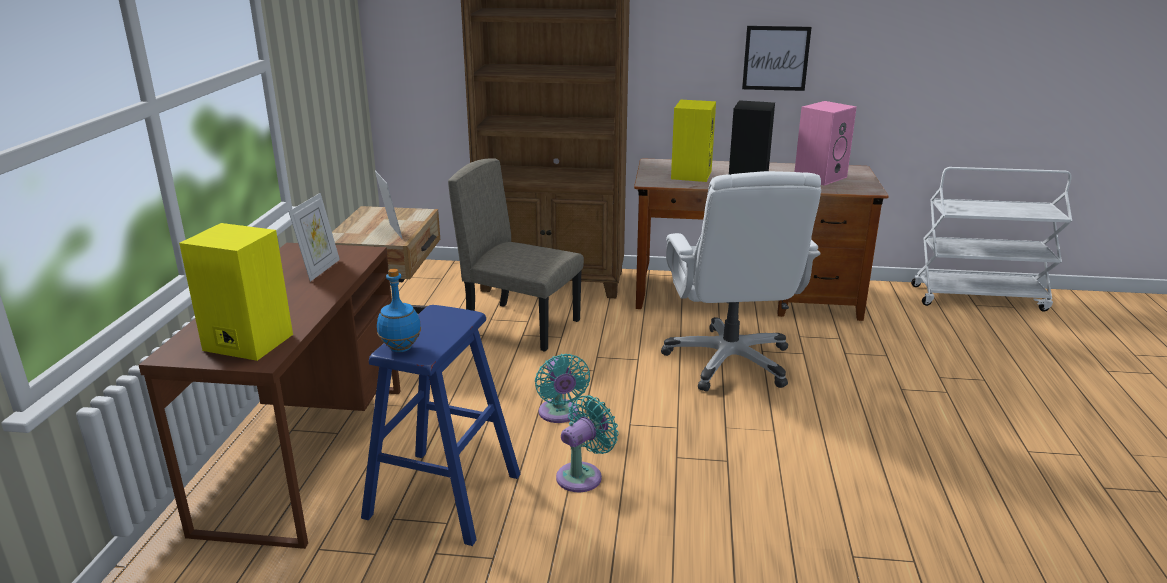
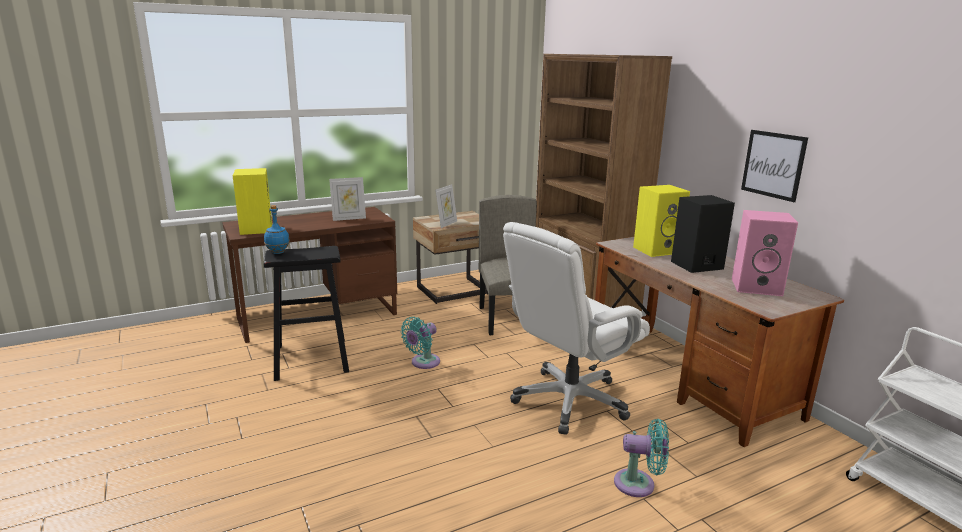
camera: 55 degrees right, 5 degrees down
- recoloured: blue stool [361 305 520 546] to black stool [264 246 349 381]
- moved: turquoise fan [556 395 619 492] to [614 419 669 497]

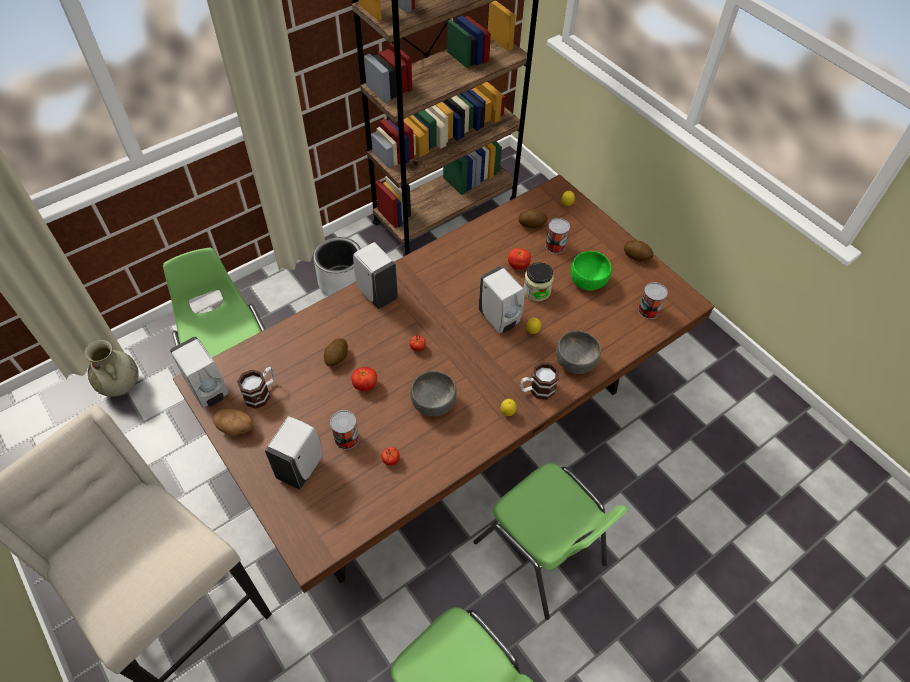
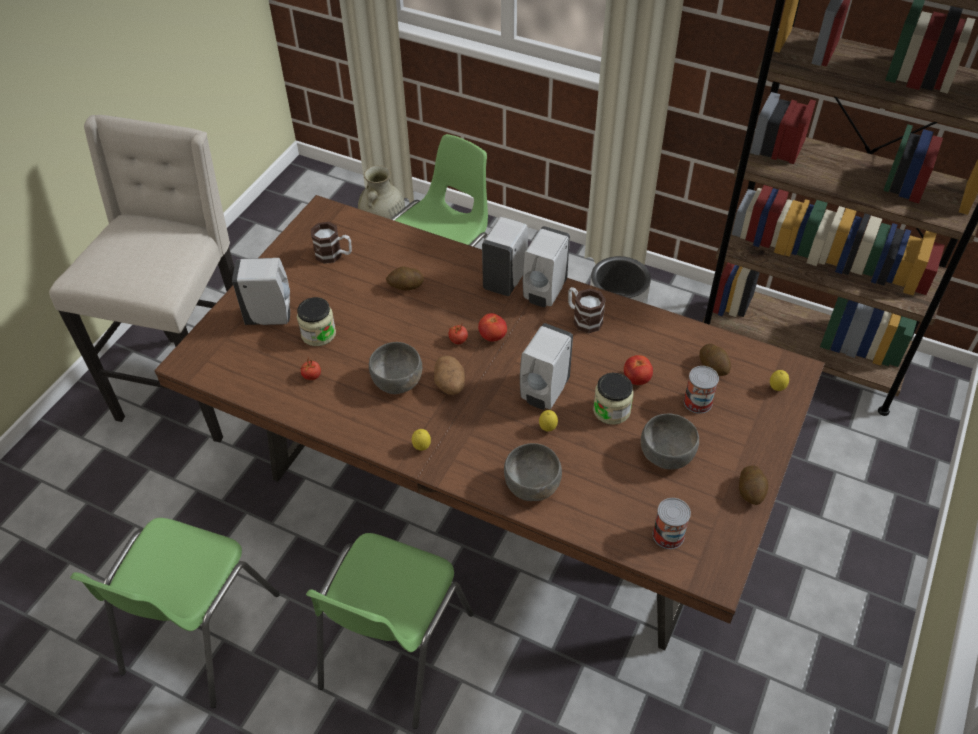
camera: 65 degrees right, 5 degrees down
- replaced: can [330 410 359 450] to jar [297 297 336 346]
- moved: potato [213 408 254 436] to [434 356 465 395]
- moved: tomato [351 367 377 391] to [478 313 507 341]
- moved: white soap dispenser [170 336 228 408] to [523 226 570 307]
- moved: mug [520 362 559 400] to [568 287 606 333]
- recoloured: green bowl [570 251 612 291] to grey bowl [641 413 699 469]

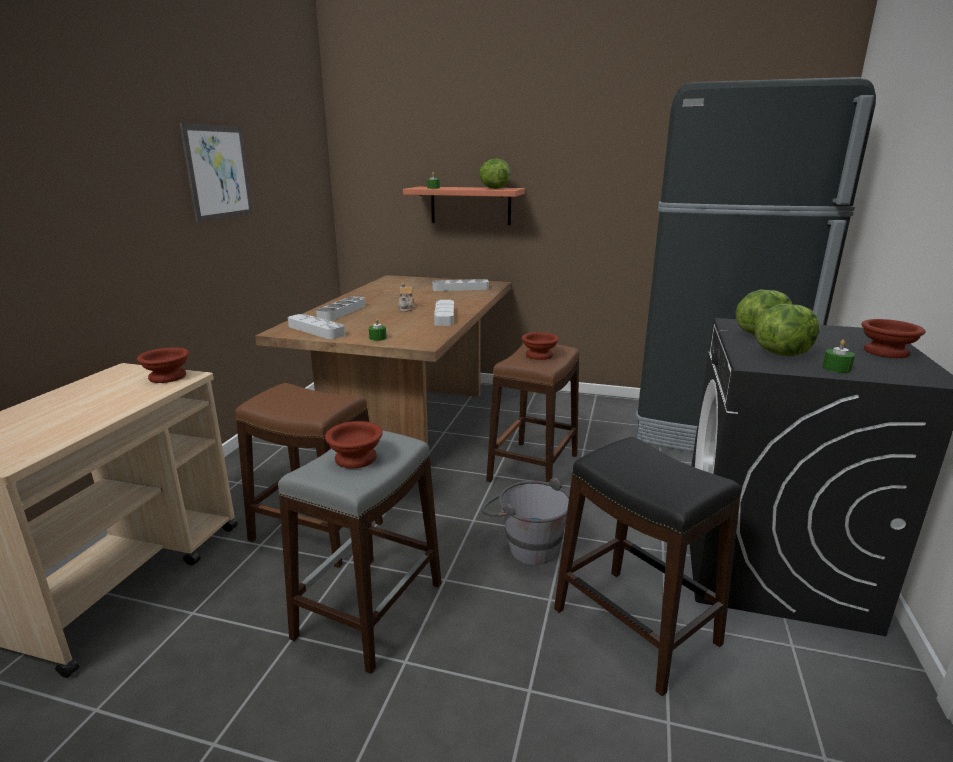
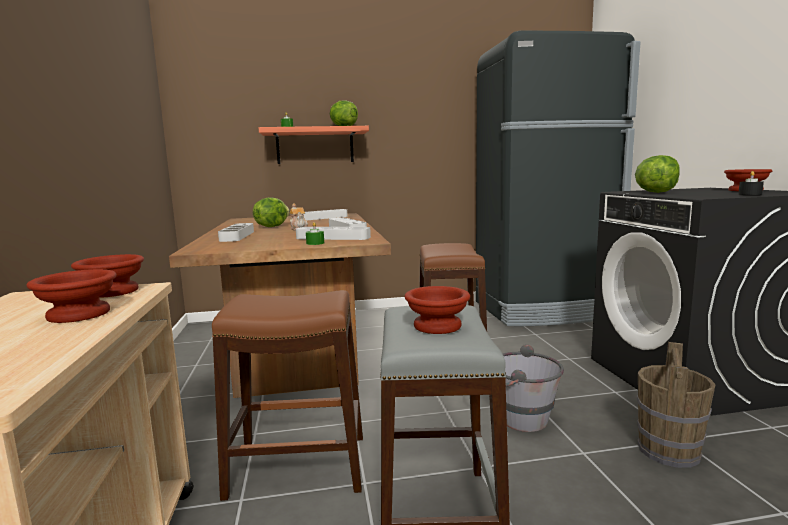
camera: 25 degrees left, 10 degrees down
- moved: brown bowl [522 332 559 360] to [26 269 117 323]
- moved: lettuce [755 304 820 357] to [253 197 290 227]
- moved: grey tray [288 314 345 339] to [296 227 371 240]
- replaced: black stool [554 437 742 696] to brown bucket [637 342 716 468]
- recoloured: green candle [822 340 855 373] to black candle [738 171 764 195]
- removed: picture [180 123 253 222]

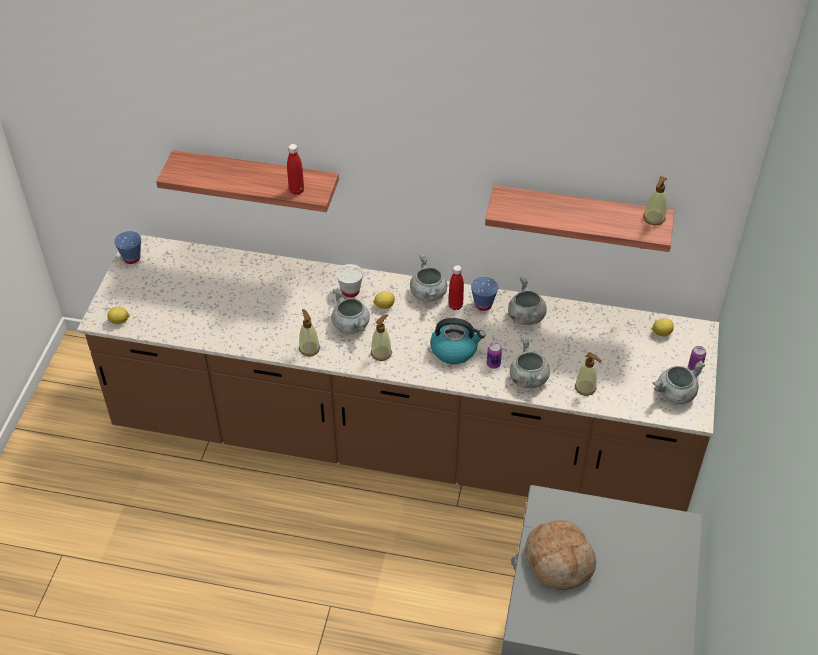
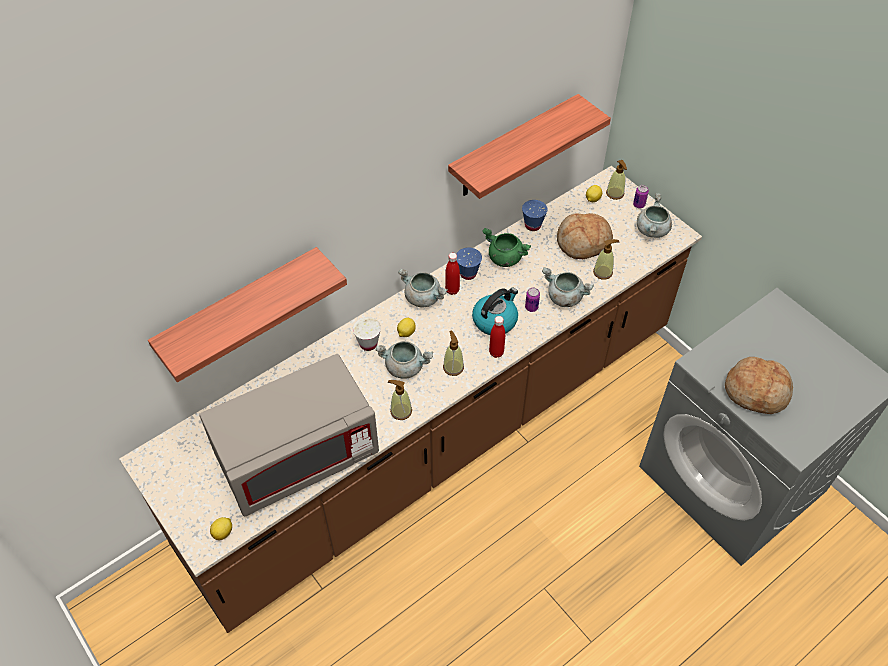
camera: 50 degrees left, 5 degrees up
- added: grey microwave [199 354 379 517]
- recoloured: grey cooking pot [508 277 547 325] to green cooking pot [482 228 531 267]
- moved: red bottle [287 144 304 195] to [489 316 505 358]
- moved: blue cup [114 231 141 264] to [522 200 548 231]
- added: bread [557 213 613 259]
- moved: soap dispenser [643 176 667 225] to [606 160 627 200]

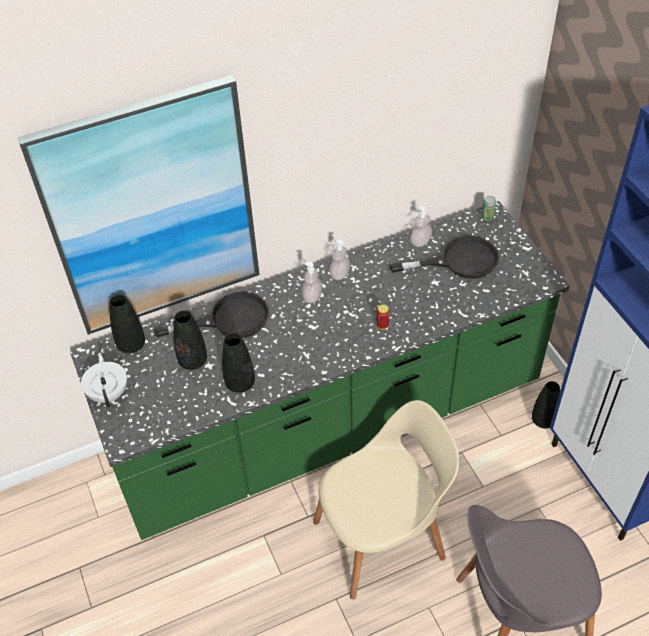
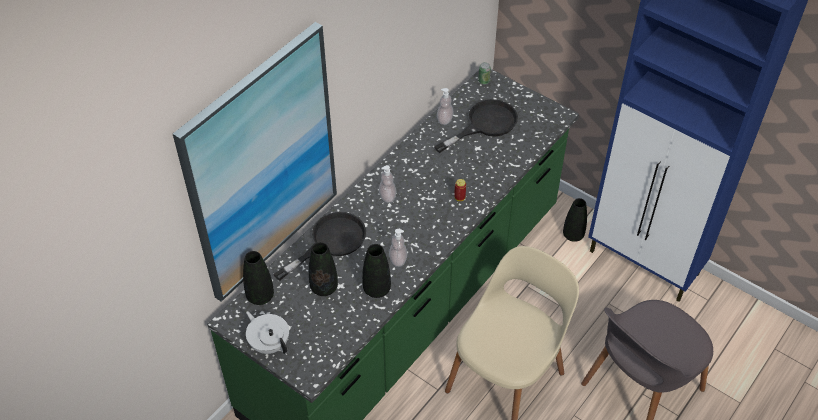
camera: 30 degrees left, 0 degrees up
- moved: soap dispenser [329 239 350 280] to [389 229 407 267]

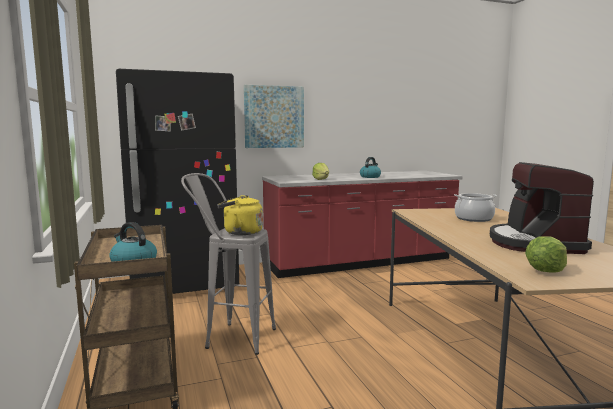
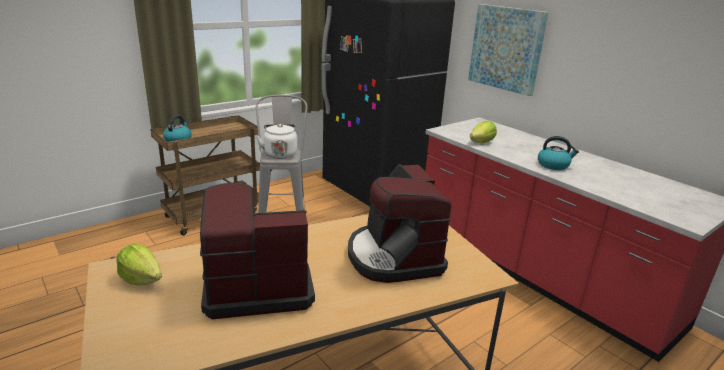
camera: 70 degrees right, 15 degrees up
- recoloured: yellow kettle [217 195 263 235] to white kettle [256 124 297 159]
- replaced: cooking pot [454 193 497 222] to coffee machine [348 164 451 283]

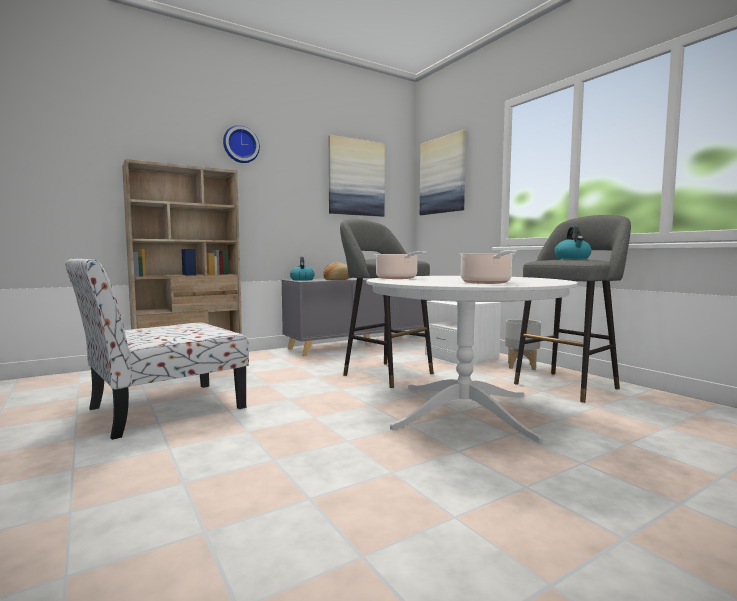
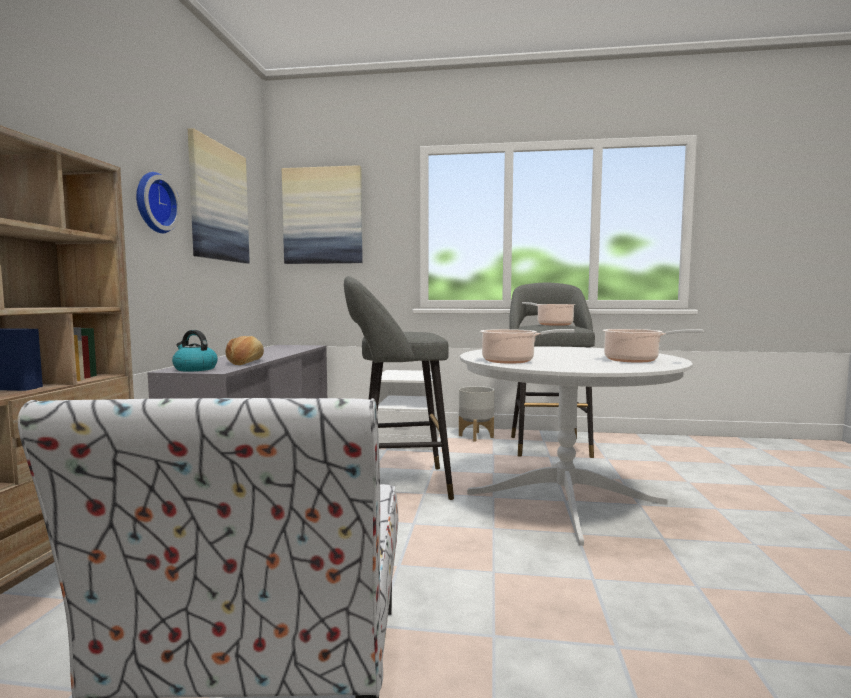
camera: 50 degrees left, 0 degrees up
- moved: wall clock [223 125 260 163] to [136 172 180 233]
- replaced: kettle [554 226 592 259] to cooking pot [522 302 576 326]

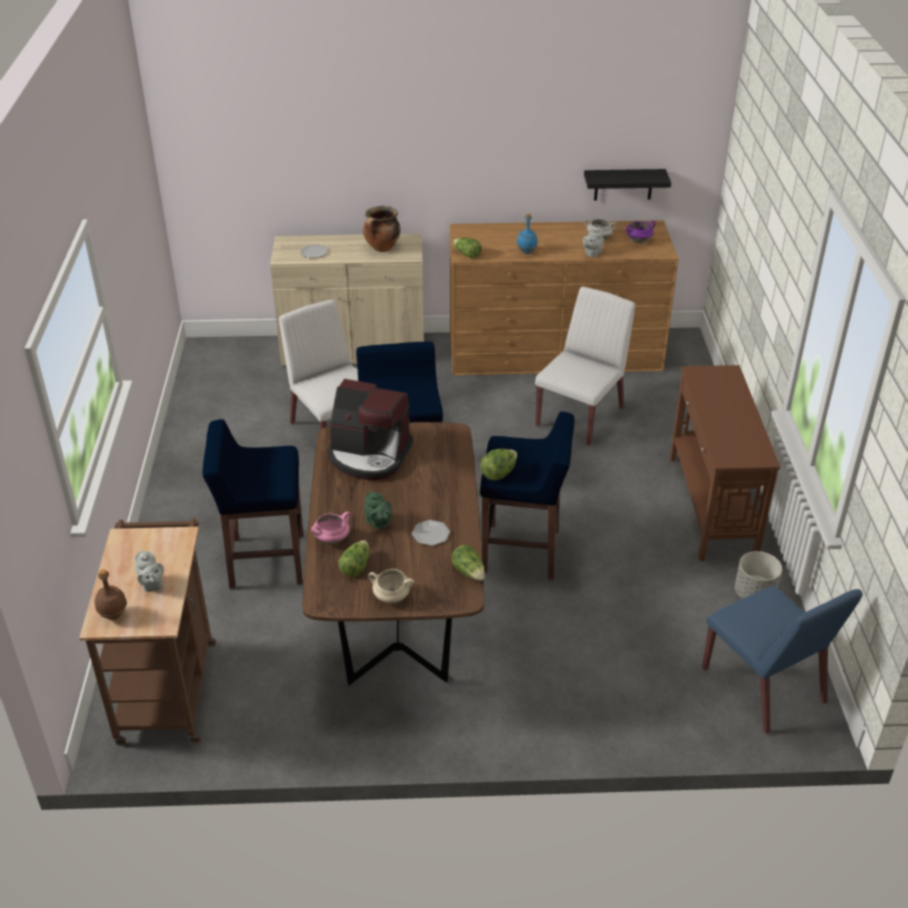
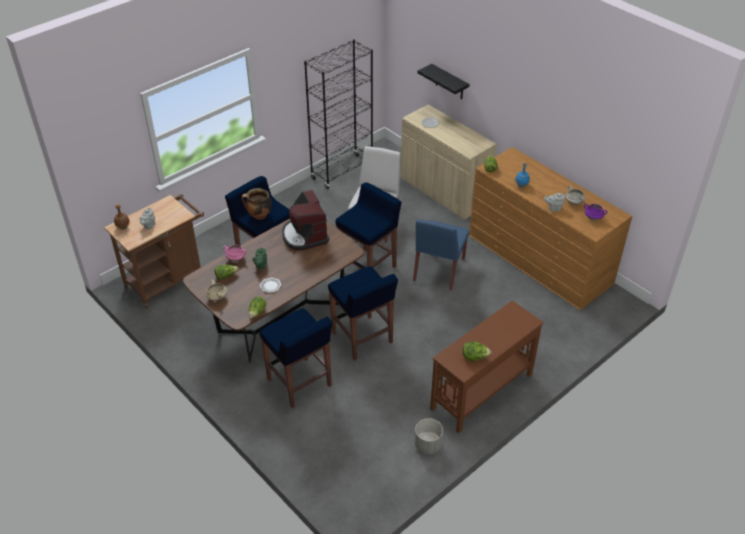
camera: 50 degrees right, 5 degrees up
- moved: cooking pot [363 206 400 252] to [242 188 272 220]
- added: blue stool [259 308 332 408]
- added: black bookcase [304 39 373 189]
- moved: blue chair [702 586 863 734] to [413 219 469 290]
- moved: black shelf [584 169 671 201] to [418 64 469 99]
- moved: lettuce [480 449 517 480] to [462 341 492 361]
- removed: white chair [535 287 635 446]

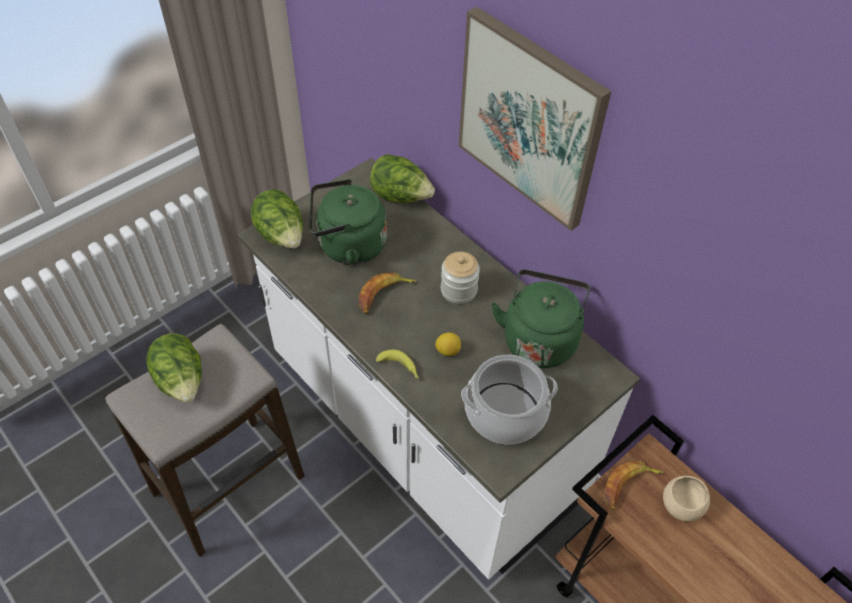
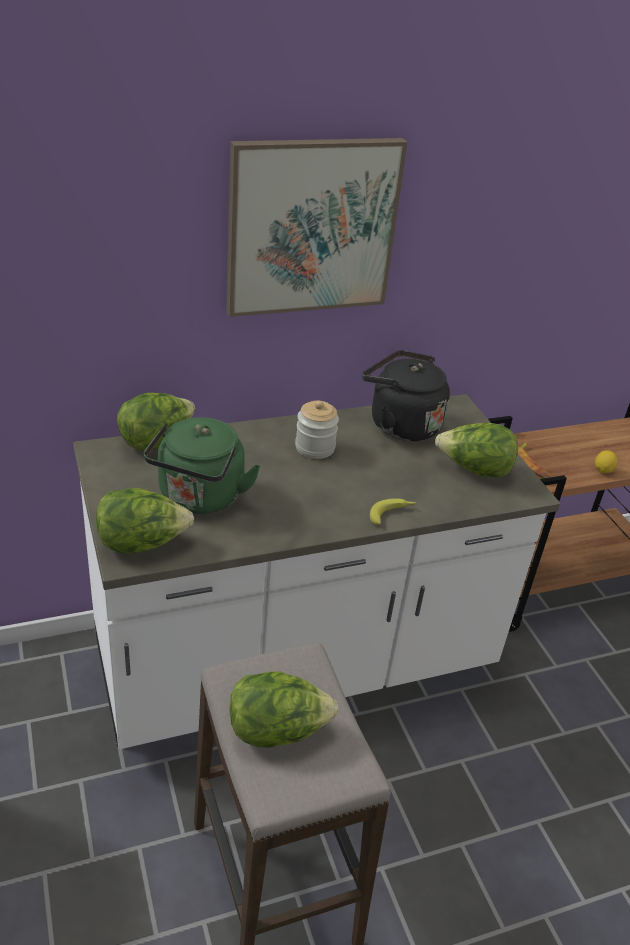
camera: 70 degrees left, 15 degrees down
- recoloured: green kettle [491 270 590 368] to black kettle [362 350 450 441]
- replaced: cooking pot [461 355 558 445] to lettuce [435 423 518 478]
- moved: lemon [435 332 461 356] to [595 450 618 473]
- removed: banana [359 273 417 314]
- removed: beige bowl [663 476 710 522]

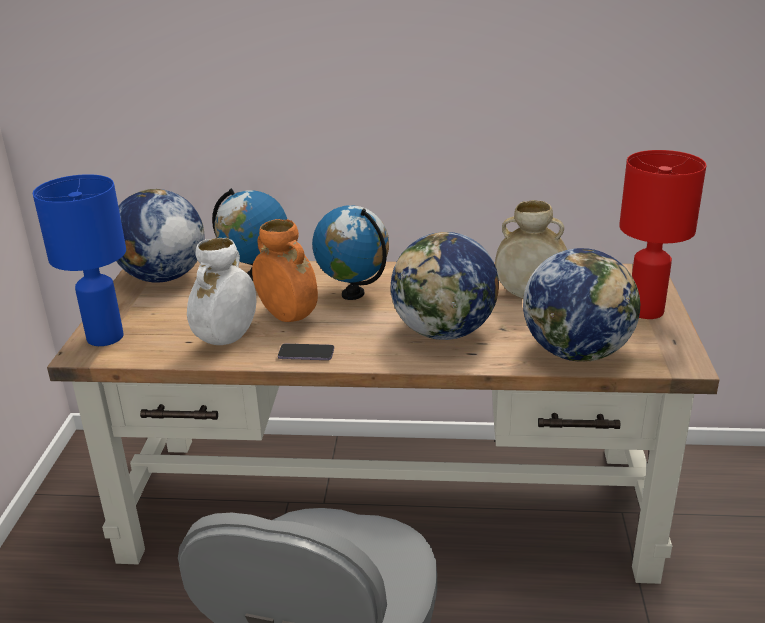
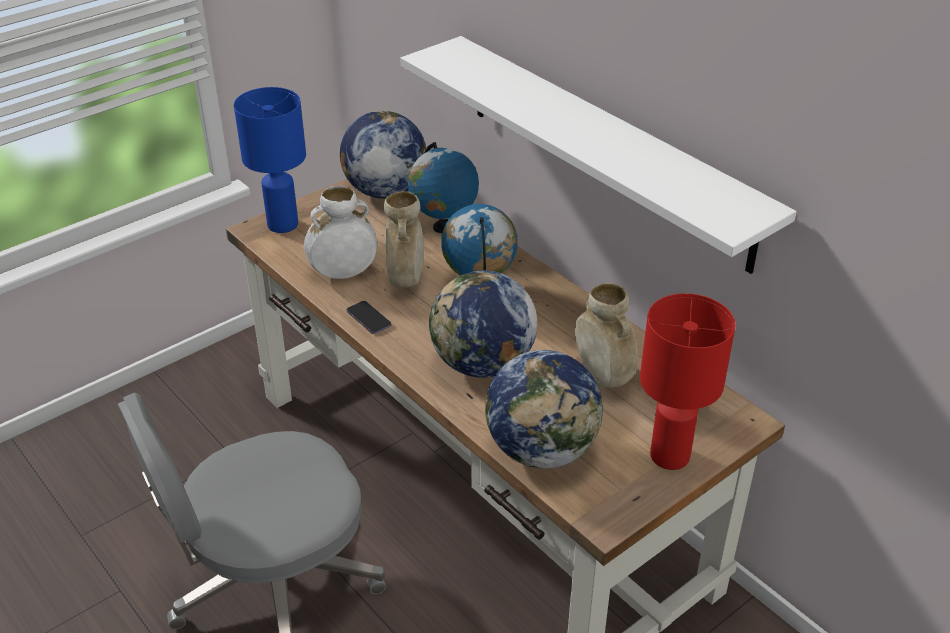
camera: 45 degrees right, 10 degrees up
- recoloured: orange vase [252 219 318 322] to beige vase [384 191 424 288]
- added: white shelf [400 36 797 274]

